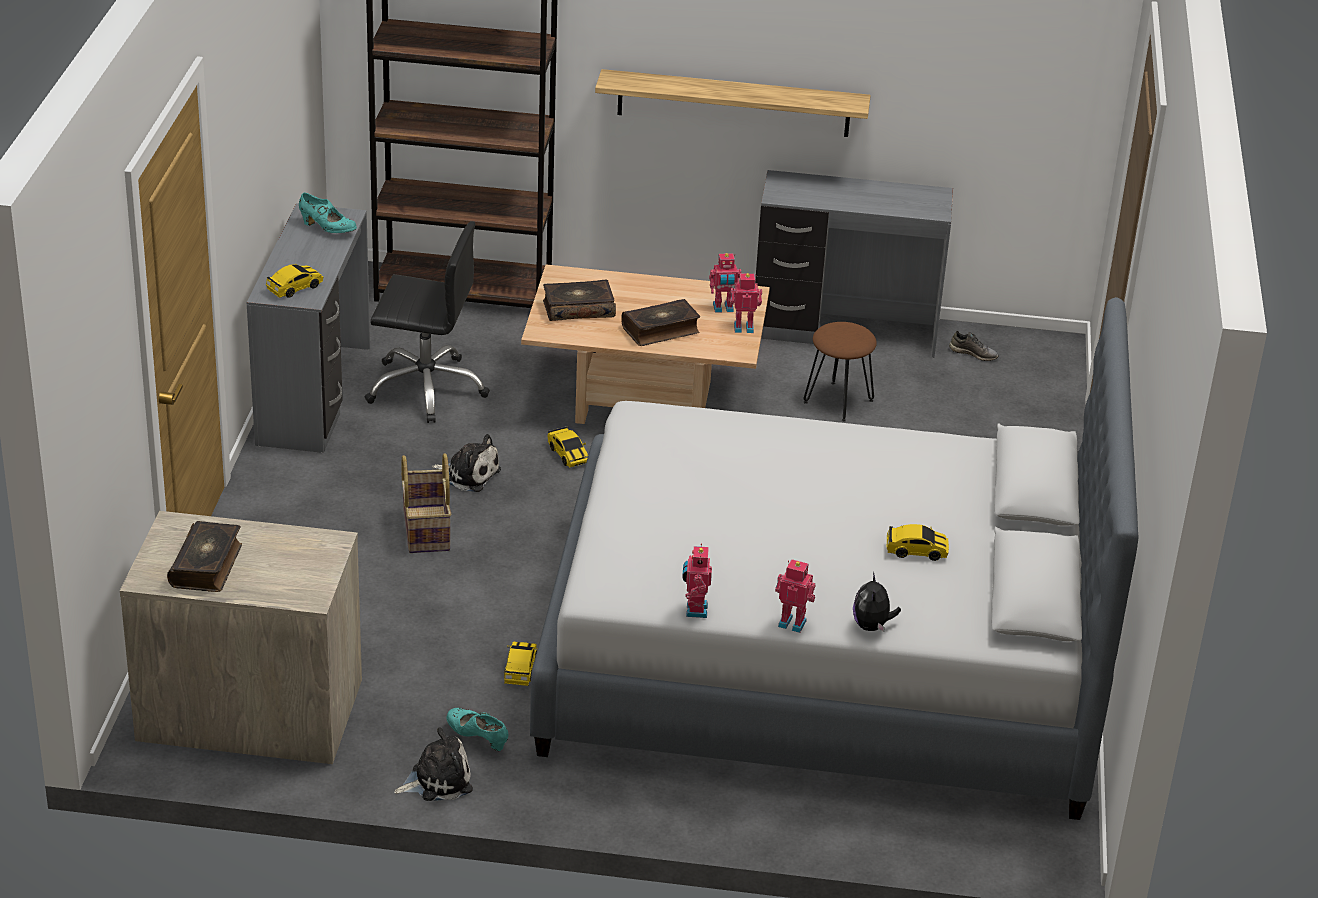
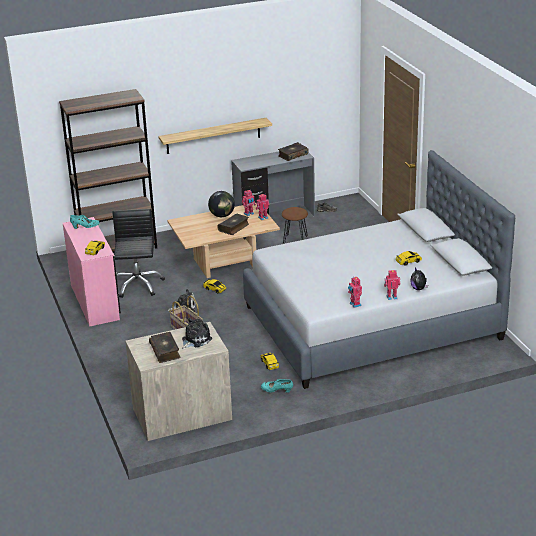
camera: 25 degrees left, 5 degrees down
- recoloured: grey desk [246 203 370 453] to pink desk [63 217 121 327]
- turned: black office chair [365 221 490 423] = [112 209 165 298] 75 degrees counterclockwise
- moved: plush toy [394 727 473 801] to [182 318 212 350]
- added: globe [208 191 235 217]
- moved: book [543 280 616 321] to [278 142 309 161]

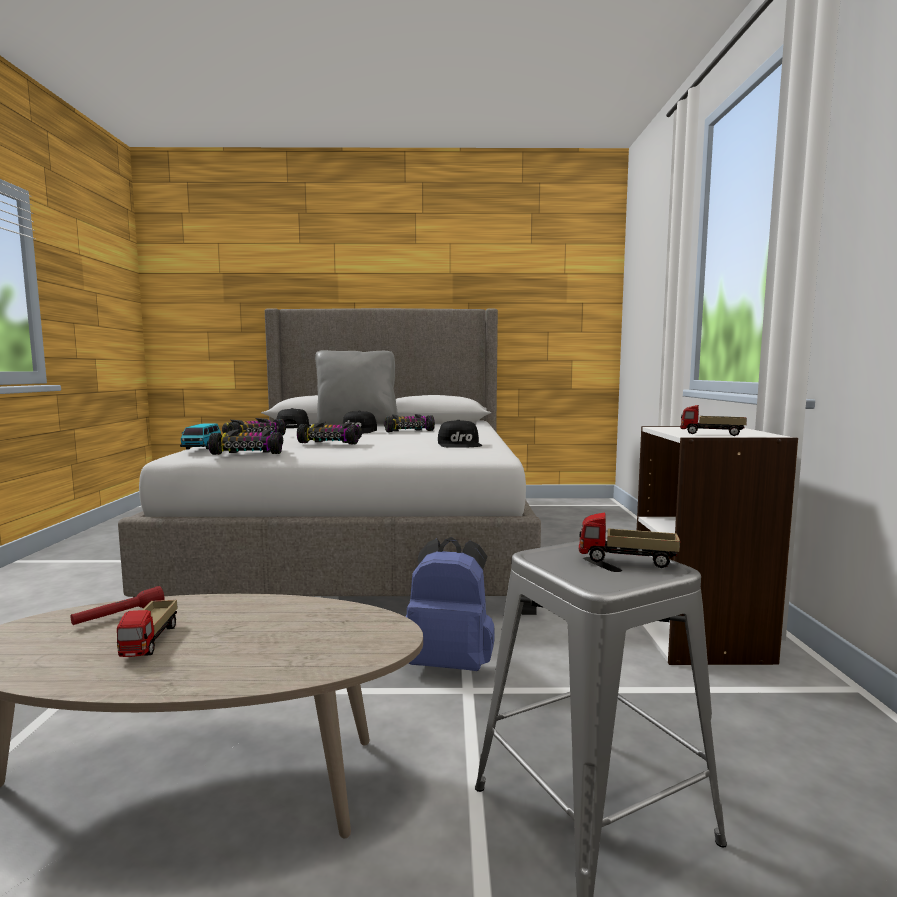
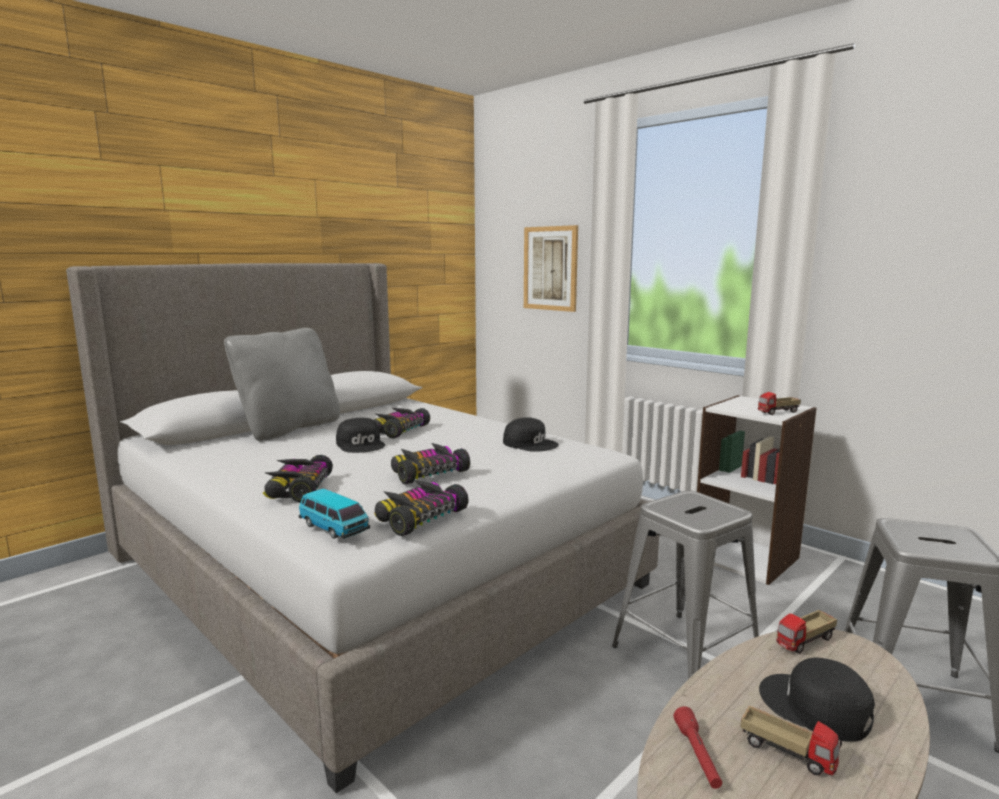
camera: 45 degrees left, 5 degrees up
- added: picture [524 225 578 312]
- replaced: blue backpack [405 537 494 671] to grey stool [612 490 759 679]
- moved: black cap [277 408 311 428] to [759 658 875 742]
- moved: toy truck [579 512 680 568] to [777 610 837 653]

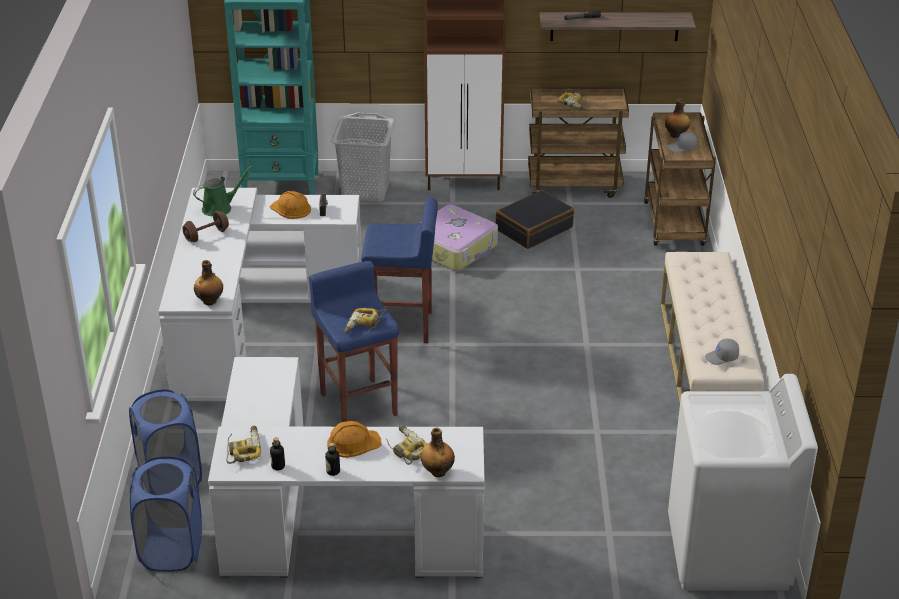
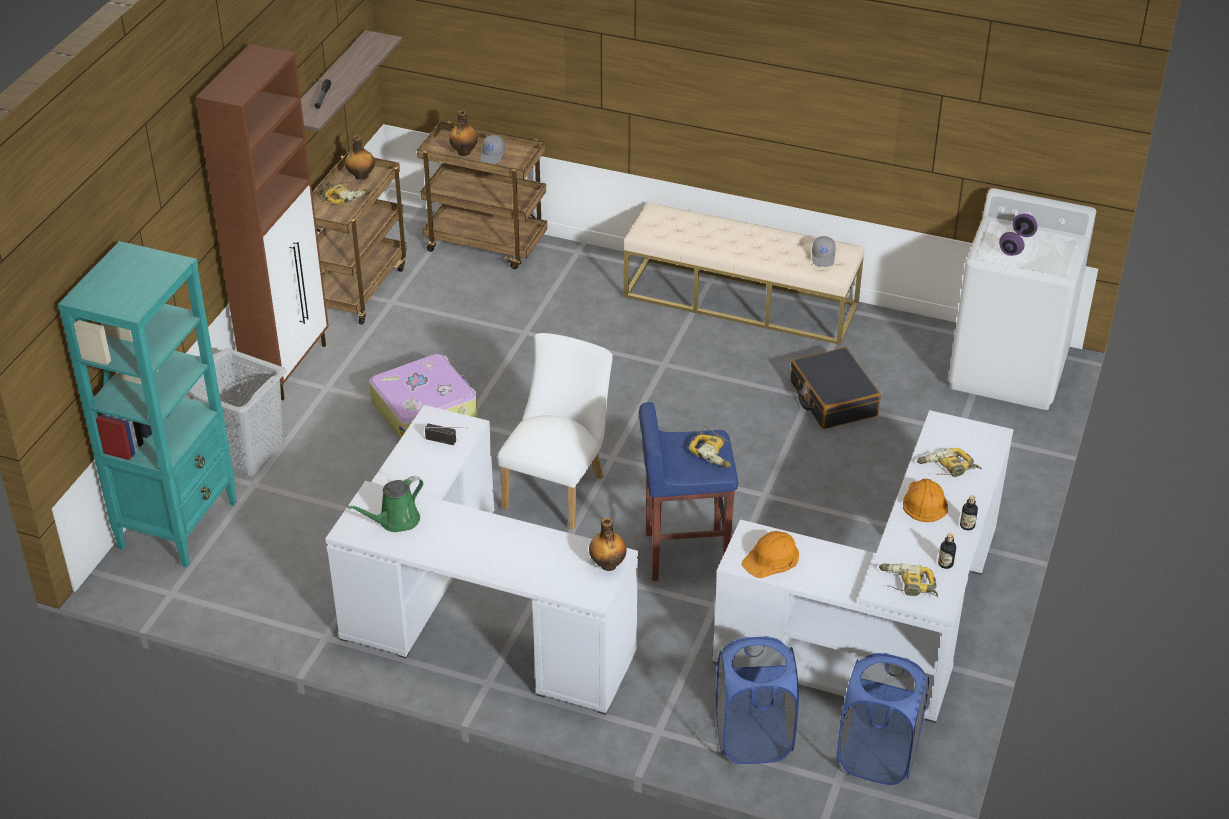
camera: 70 degrees left, 5 degrees up
- moved: bottle [421 428 455 477] to [345 135 375 180]
- turned: green watering can [193 166 252 216] = [347 476 423 532] 120 degrees counterclockwise
- replaced: blue stool [361 197 438 343] to white chair [497 333 613 530]
- moved: orange hard hat [270 191 311 219] to [742 531 799 578]
- moved: black suitcase [496 190 574 249] to [791 347 881 429]
- added: purple dumbbell [999 214 1037 256]
- removed: brown dumbbell [182 211 229 242]

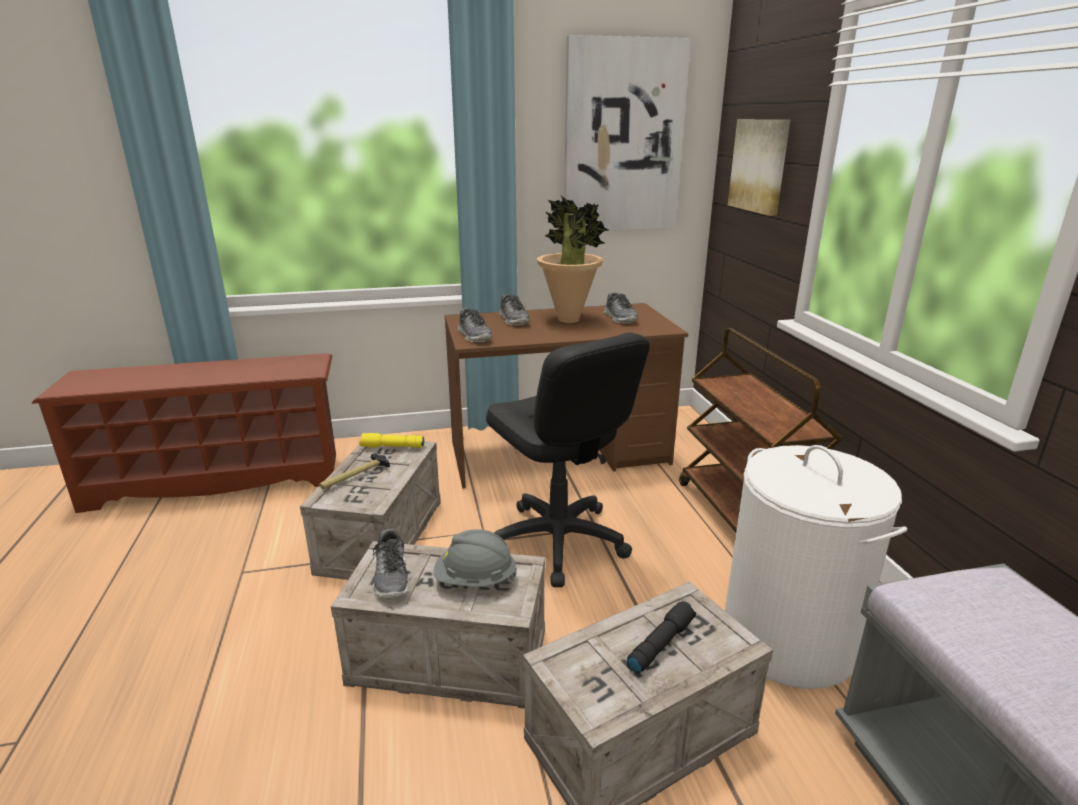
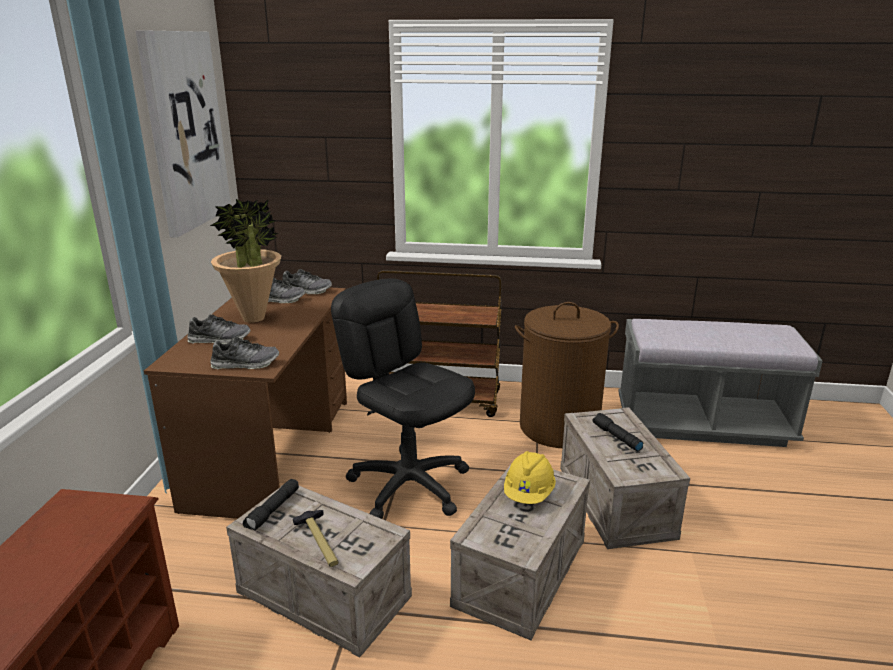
camera: 70 degrees left, 0 degrees up
- recoloured: yellow flashlight [359 433 425 448] to black flashlight [243 479 299 531]
- moved: shoe [373 529 408 598] to [282 269 332 294]
- turned: black office chair [486 333 650 587] = [331 278 475 519] 120 degrees counterclockwise
- recoloured: grey hard hat [433 529 517 587] to yellow hard hat [504 451 556 504]
- recoloured: white laundry basket [725 445 907 689] to brown laundry basket [515 302 619 448]
- removed: picture [728 119 790 216]

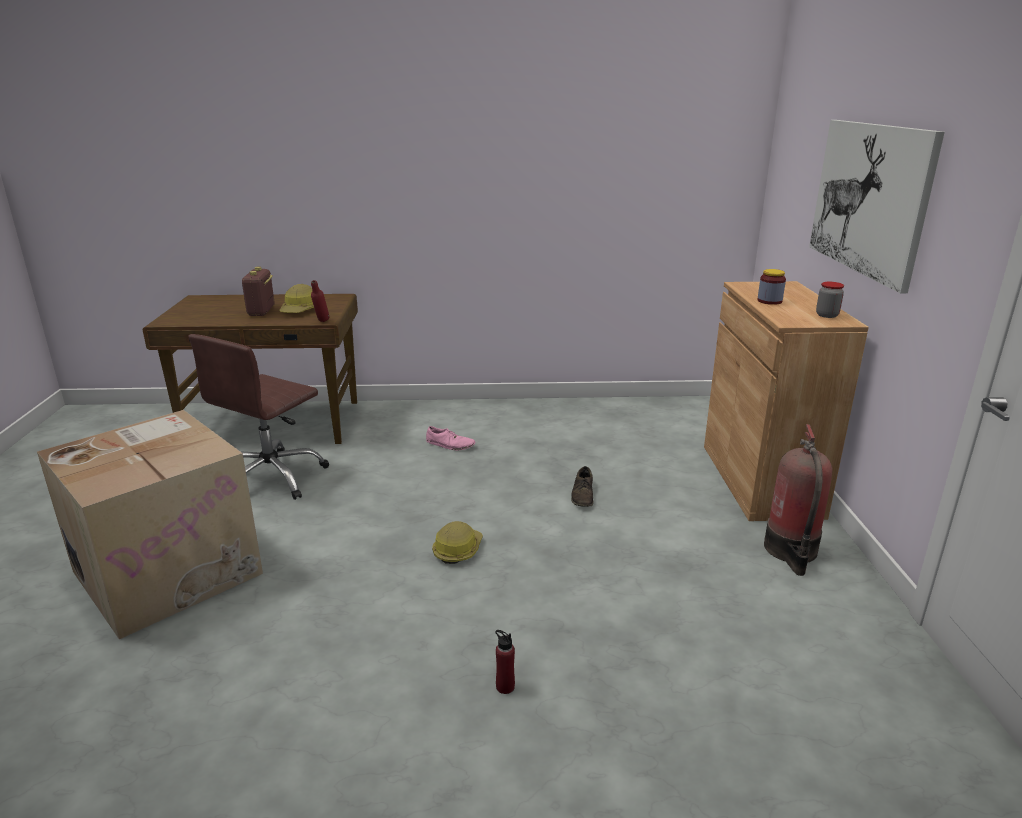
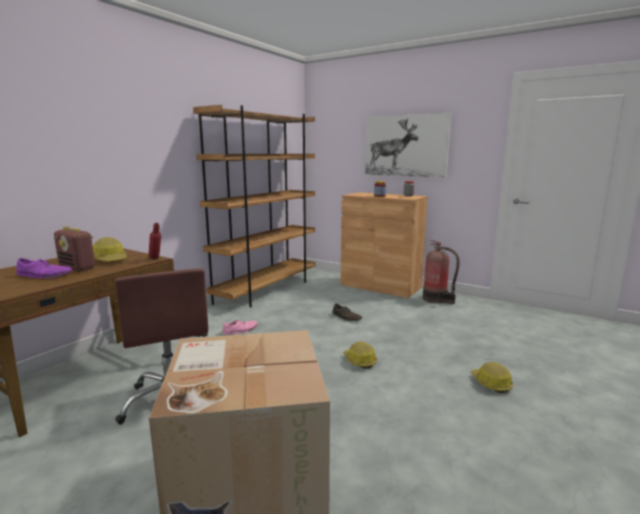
camera: 55 degrees left, 10 degrees down
- added: purple shoe [16 258 72 279]
- added: brown bookcase [193 105 315 307]
- replaced: red bottle [495 630 515 694] to hard hat [471 362 513 393]

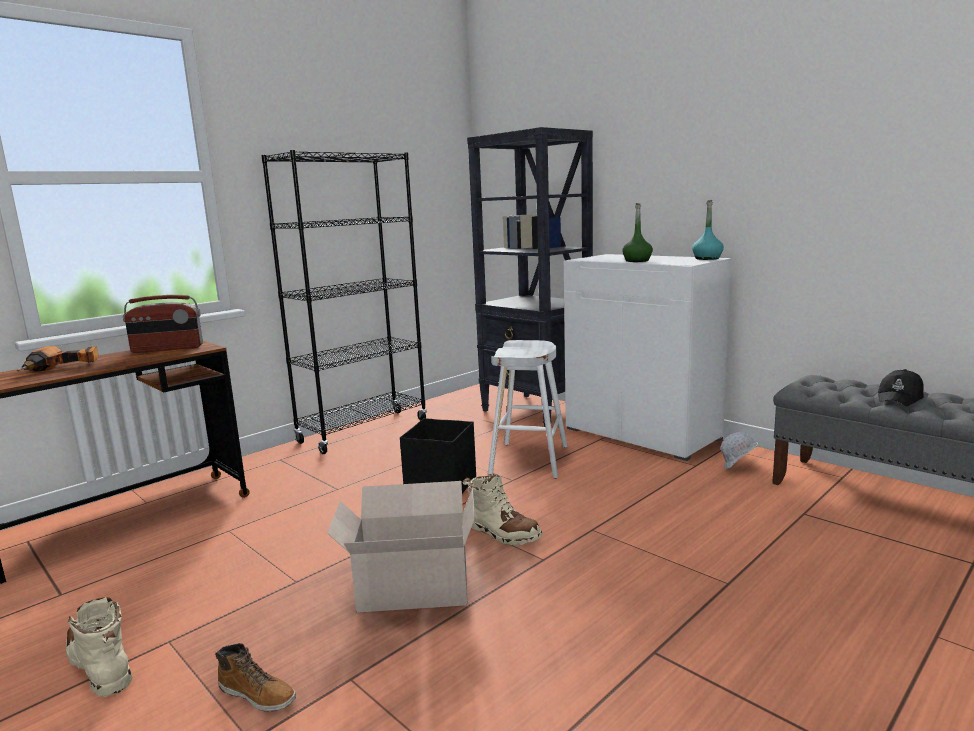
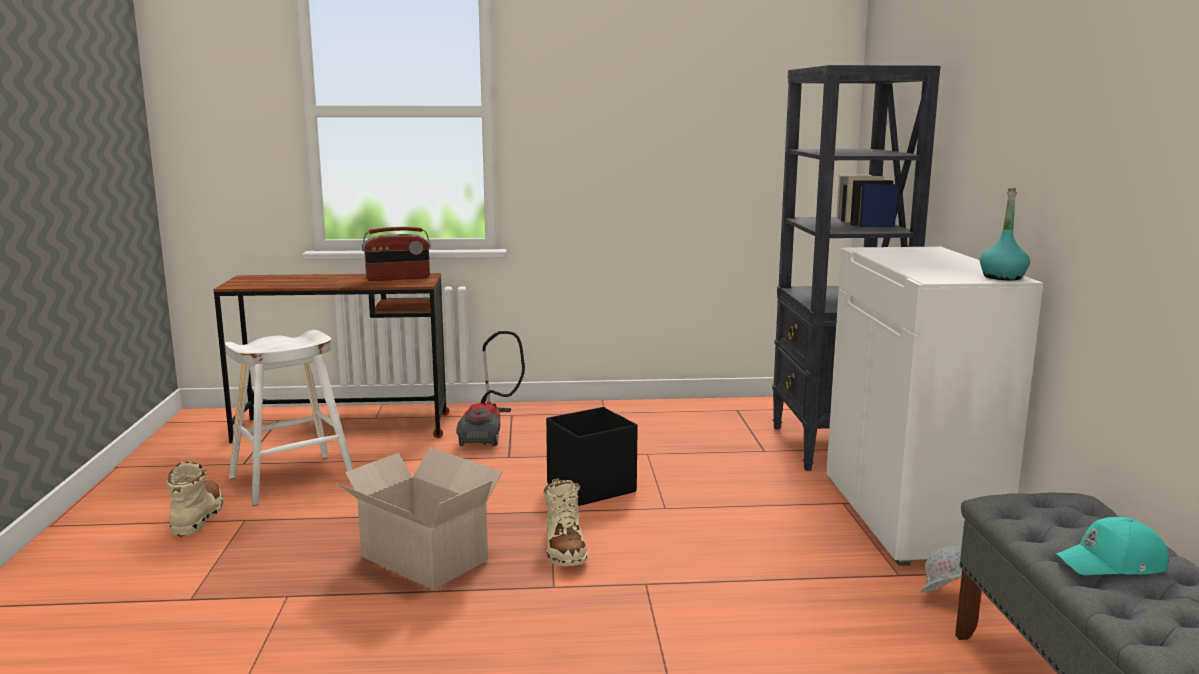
camera: 40 degrees right, 0 degrees up
- moved: white stool [488 340 568 478] to [225 330 353 505]
- turned: radio [123 295 203 353] = [362 227 431 281] 45 degrees counterclockwise
- added: vacuum cleaner [456 331 525 446]
- recoloured: black cap [878 369 924 406] to turquoise cap [1055 517 1169 575]
- removed: power drill [17 346 99 371]
- removed: boot [215 643 296 712]
- removed: black bookcase [261 150 427 454]
- removed: green bottle [622 203 653 262]

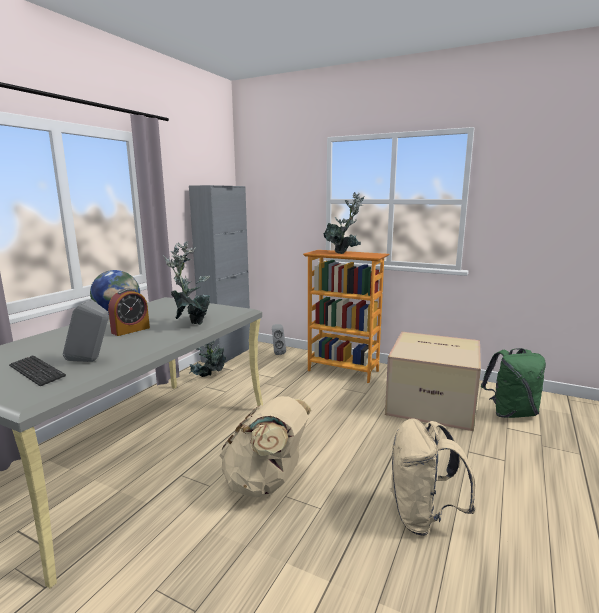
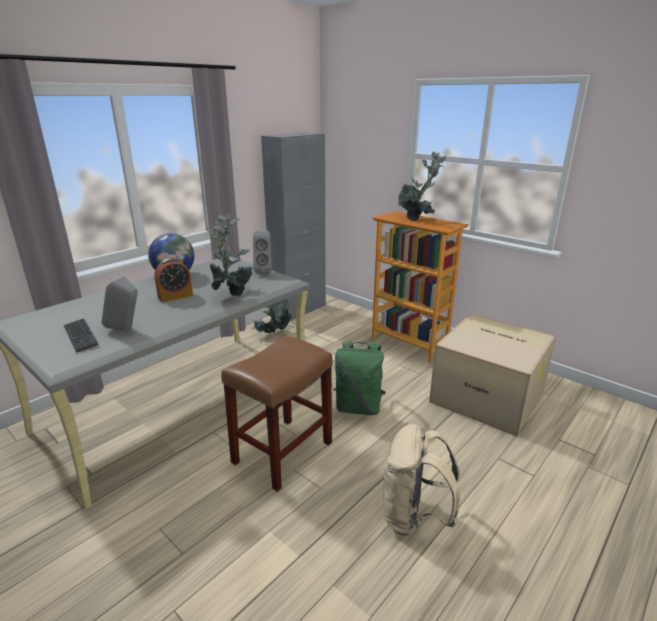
camera: 15 degrees right, 10 degrees up
- replaced: beige backpack [219 396 311 497] to brown stool [221 335 333 492]
- moved: grey speaker [272 324 286 355] to [253 230 272 274]
- moved: green backpack [481 348 546 418] to [333 341 386 415]

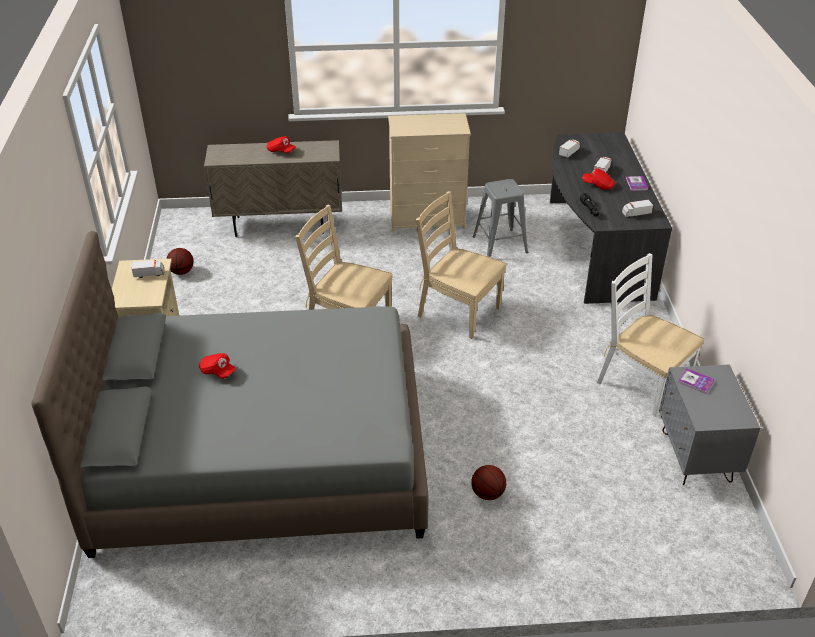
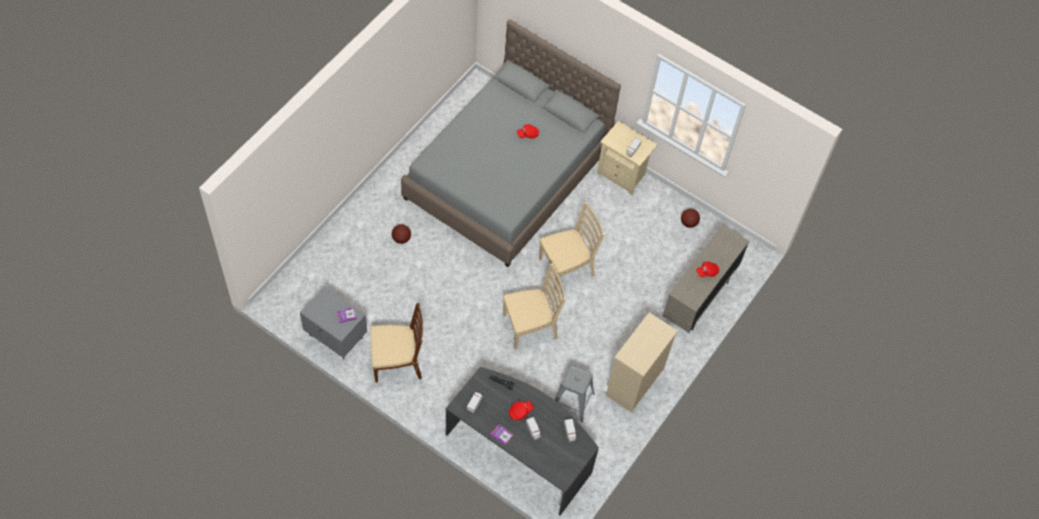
camera: 125 degrees right, 20 degrees up
- recoloured: white chair [597 253 704 416] to brown chair [370 302 423 383]

